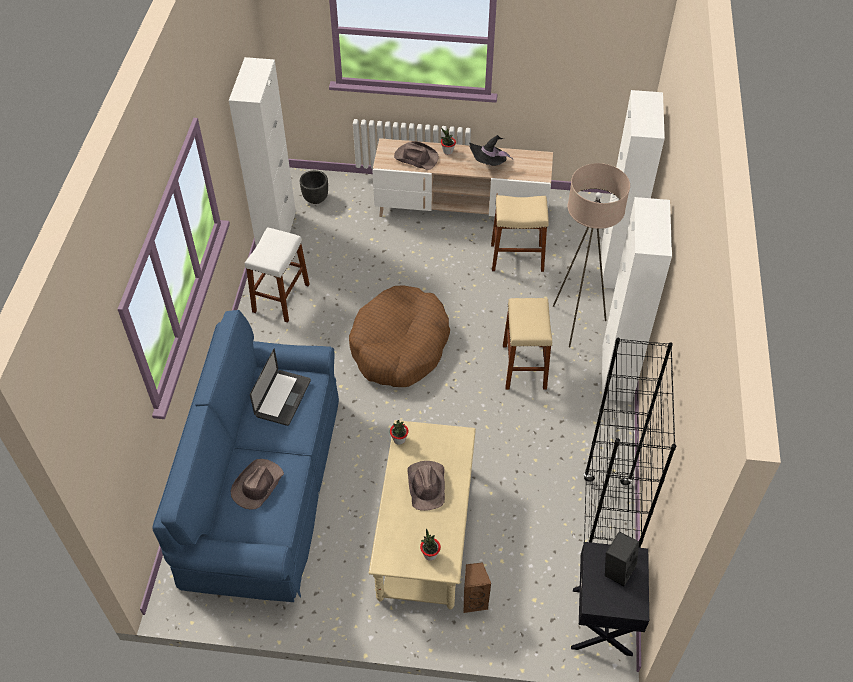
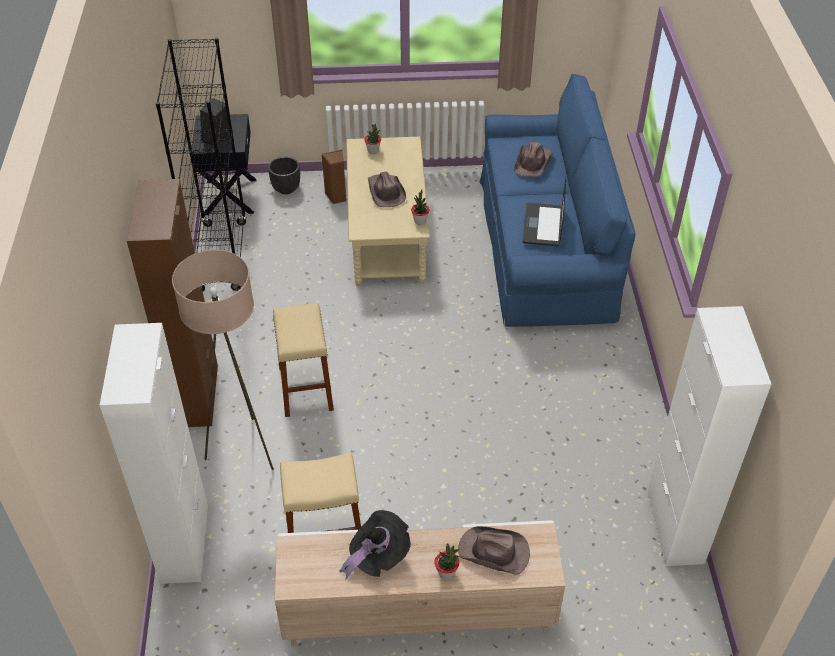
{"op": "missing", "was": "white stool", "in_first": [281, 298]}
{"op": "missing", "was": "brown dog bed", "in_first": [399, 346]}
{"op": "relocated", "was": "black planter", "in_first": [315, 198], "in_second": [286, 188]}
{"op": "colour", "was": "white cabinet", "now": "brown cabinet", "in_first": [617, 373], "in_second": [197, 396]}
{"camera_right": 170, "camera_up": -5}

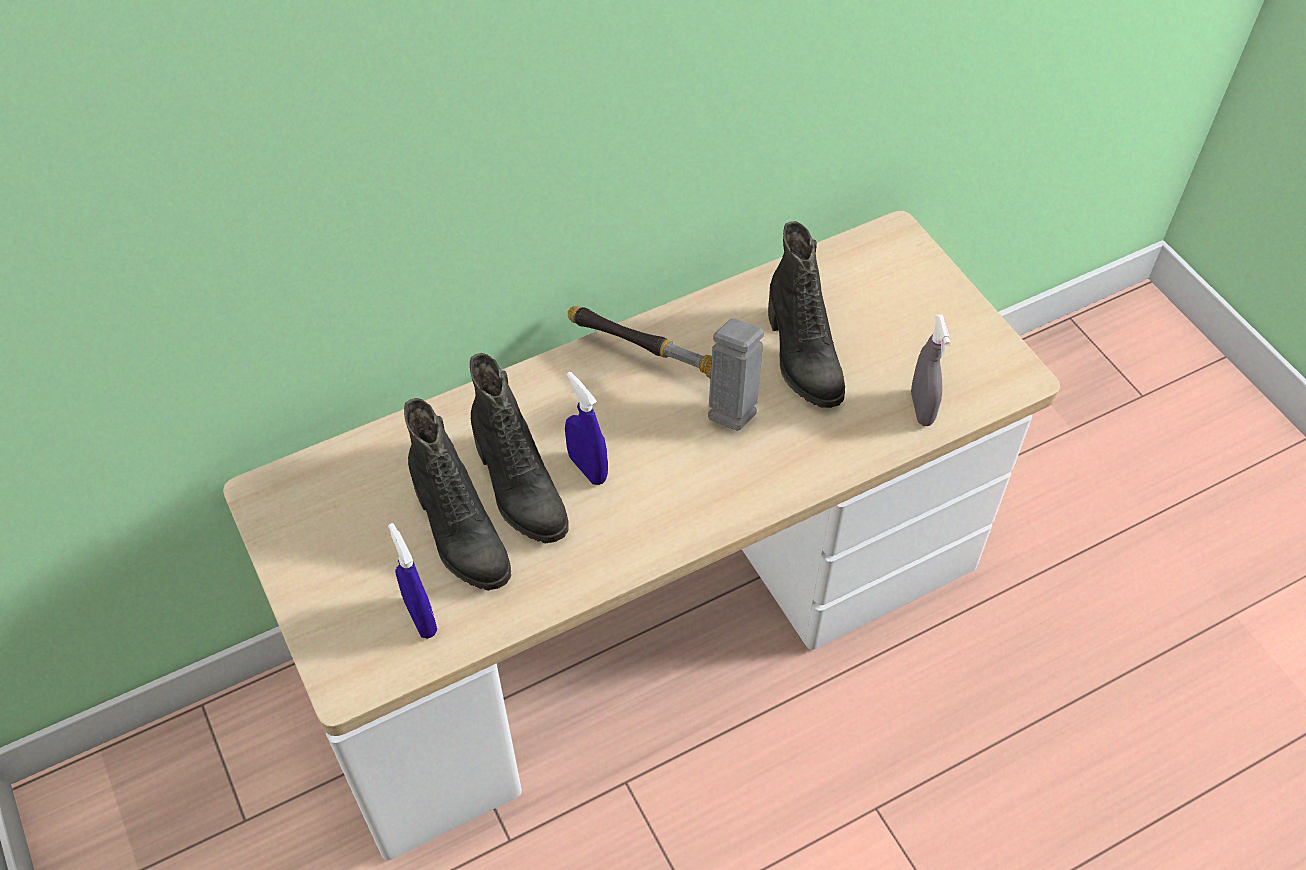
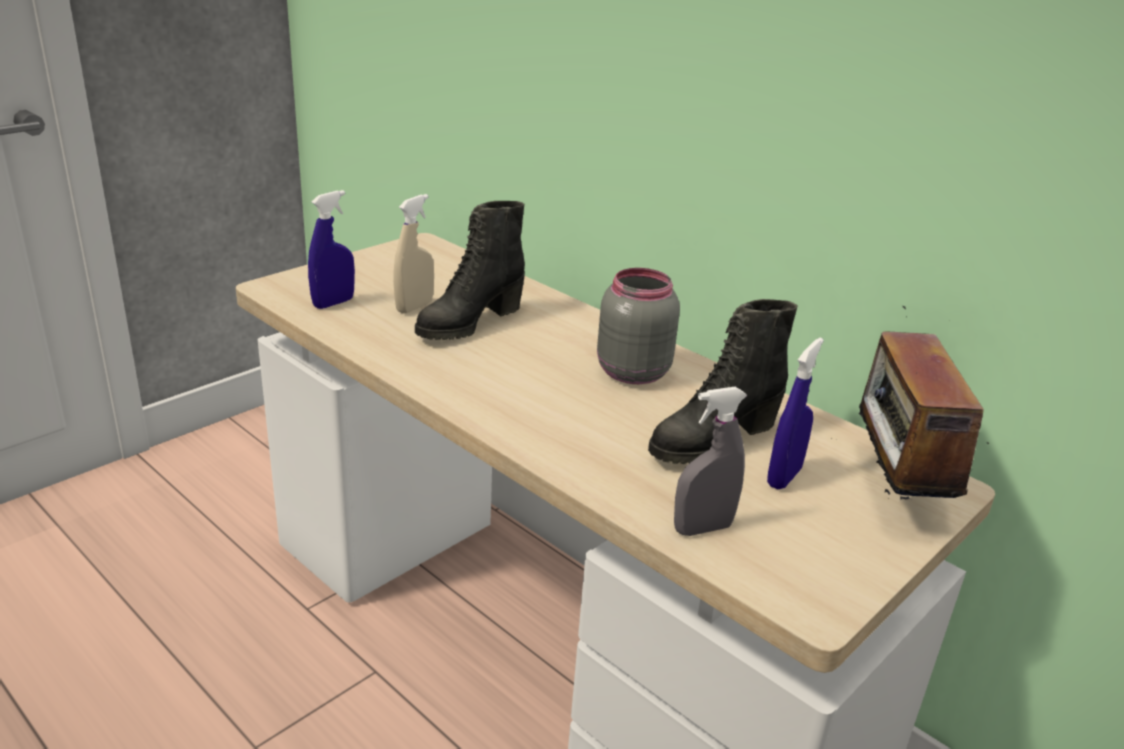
{"op": "appeared", "now": "radio", "in_second": [893, 491]}
{"op": "relocated", "was": "blue spray bottle", "in_first": [587, 468], "in_second": [784, 477]}
{"op": "exchanged", "was": "black boot", "now": "beige spray bottle", "in_first": [459, 535], "in_second": [414, 307]}
{"op": "exchanged", "was": "hammer", "now": "grey jar", "in_first": [667, 378], "in_second": [630, 372]}
{"camera_right": 70, "camera_up": -25}

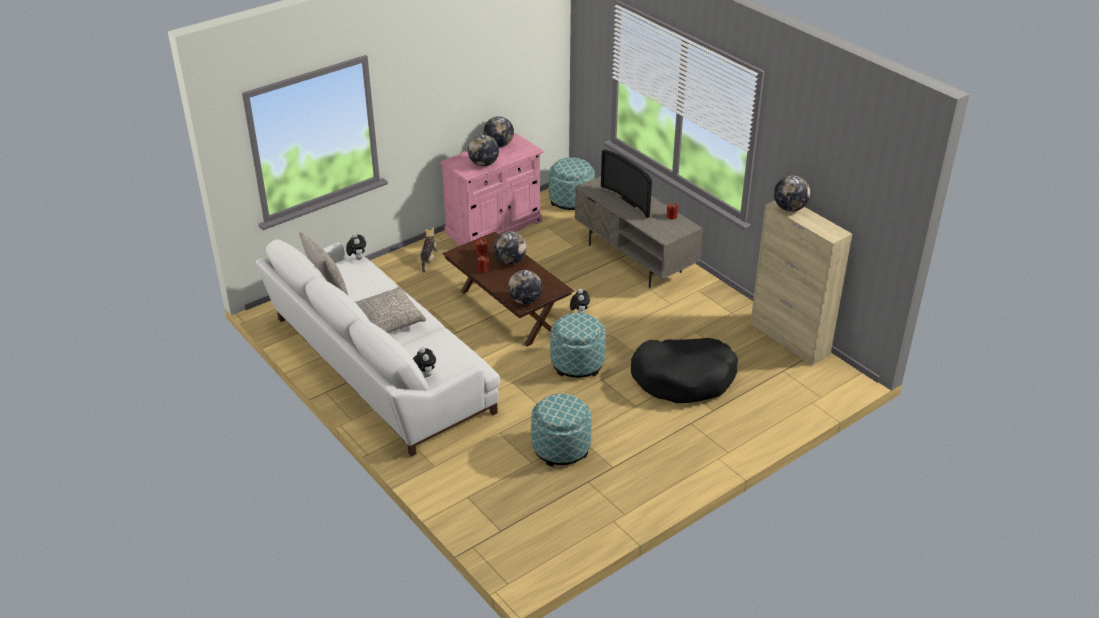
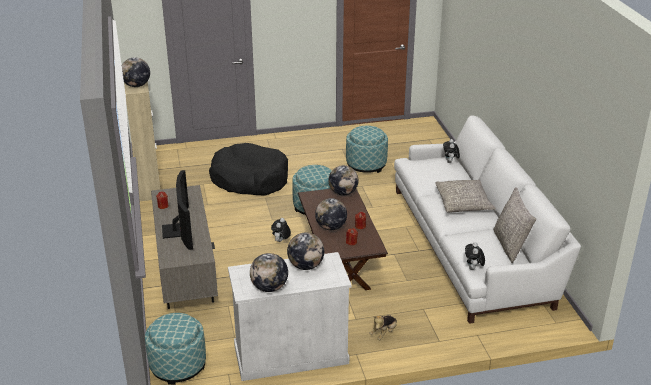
{"op": "colour", "was": "pink cabinet", "now": "white cabinet", "in_first": [494, 227], "in_second": [291, 354]}
{"camera_right": -155, "camera_up": -5}

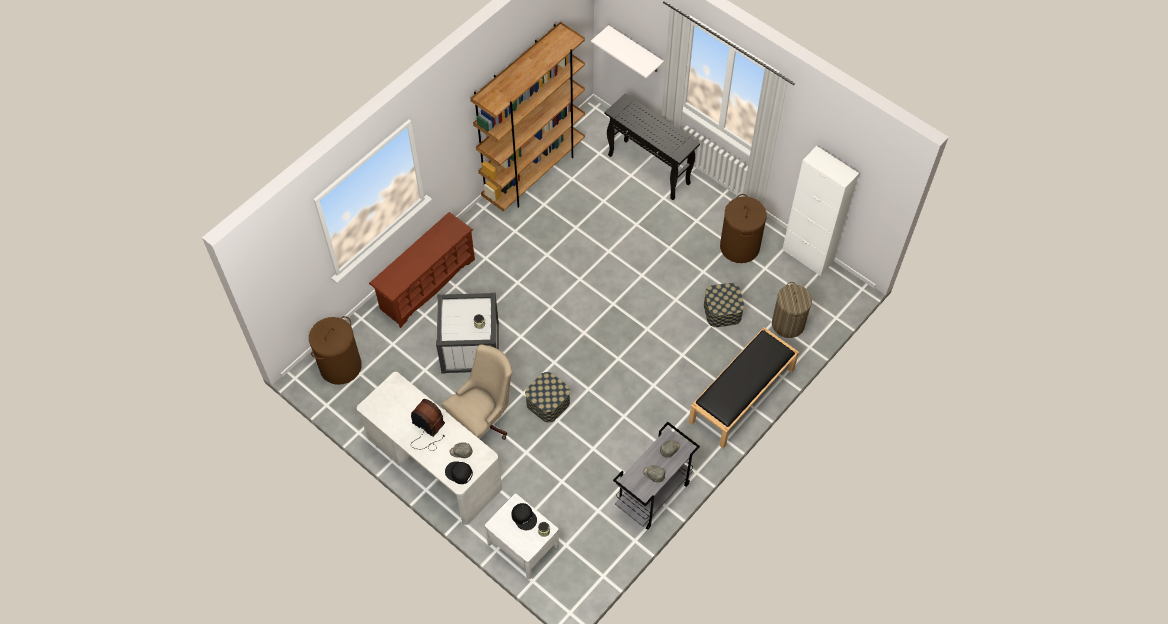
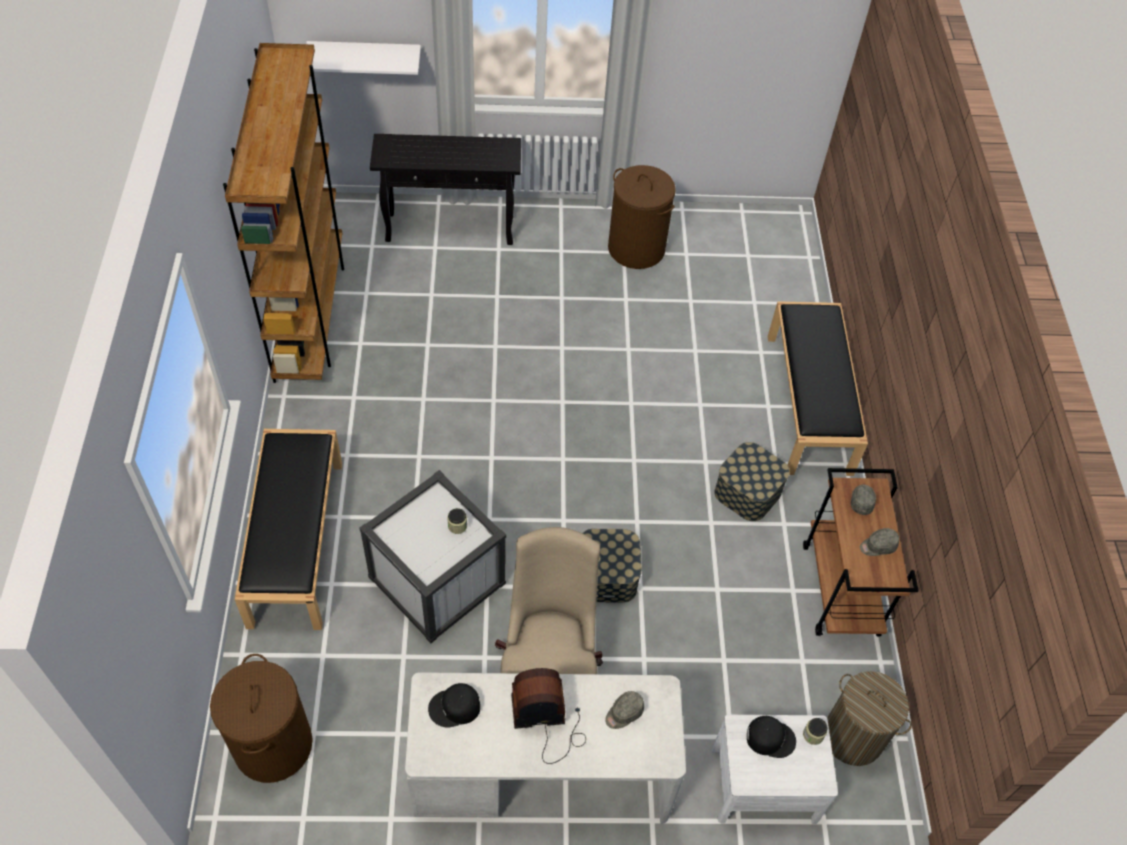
{"op": "missing", "was": "white cabinet", "in_first": [807, 256]}
{"op": "relocated", "was": "black cap", "in_first": [458, 473], "in_second": [455, 708]}
{"op": "relocated", "was": "storage box", "in_first": [722, 311], "in_second": [748, 492]}
{"op": "relocated", "was": "laundry basket", "in_first": [788, 324], "in_second": [853, 736]}
{"op": "exchanged", "was": "brown shoe rack", "now": "black bench", "in_first": [426, 283], "in_second": [295, 541]}
{"op": "colour", "was": "grey cart", "now": "brown cart", "in_first": [653, 495], "in_second": [841, 590]}
{"camera_right": -45, "camera_up": -5}

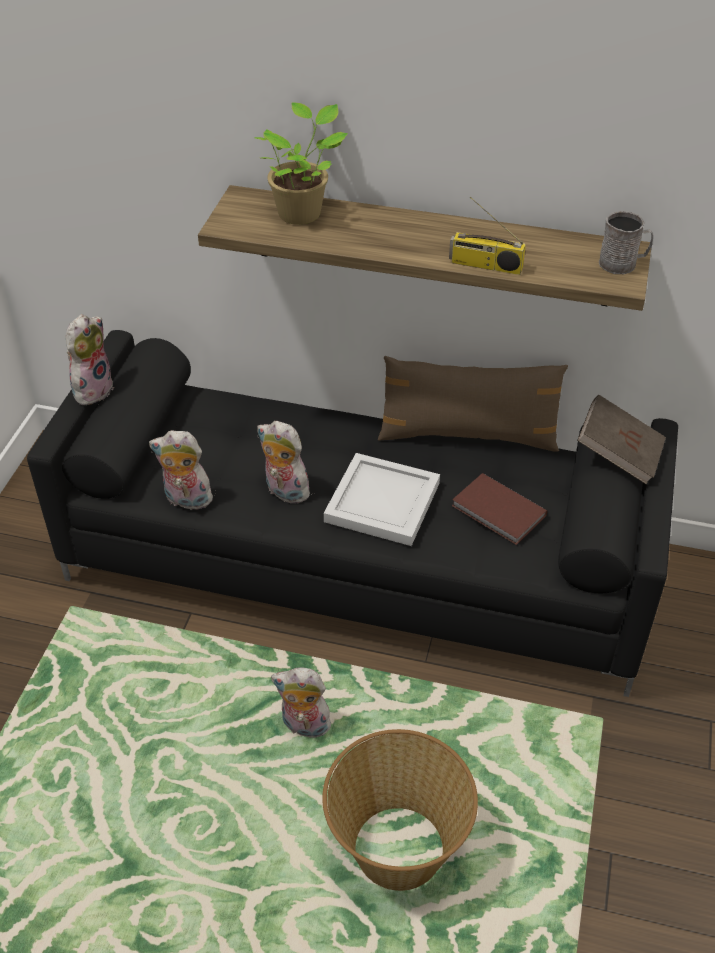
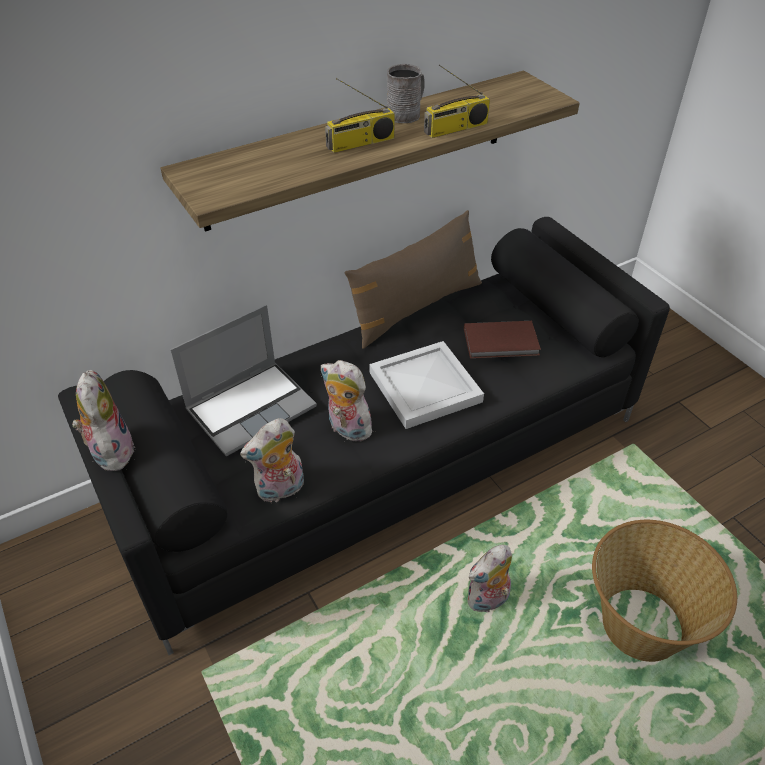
{"op": "missing", "was": "potted plant", "in_first": [302, 212]}
{"op": "missing", "was": "brown book", "in_first": [618, 454]}
{"op": "appeared", "now": "laptop", "in_second": [251, 407]}
{"op": "appeared", "now": "radio", "in_second": [360, 143]}
{"op": "relocated", "was": "grey mug", "in_first": [623, 264], "in_second": [407, 114]}
{"op": "spun", "was": "plush toy", "in_first": [284, 491], "in_second": [346, 429], "clockwise": 45}
{"camera_right": -45, "camera_up": 0}

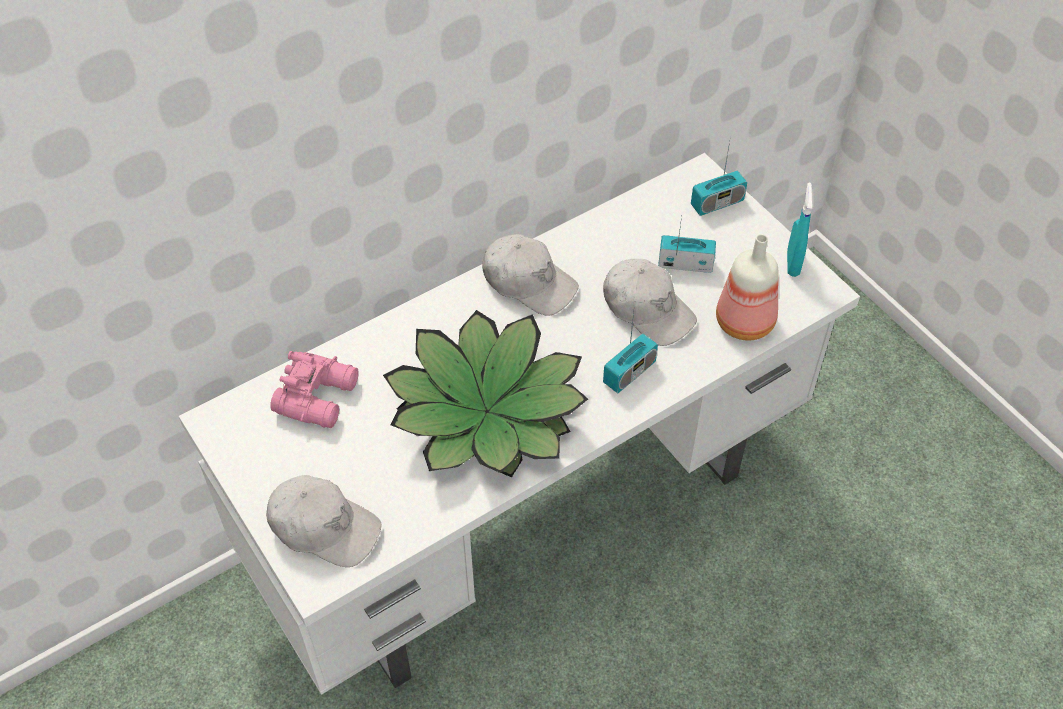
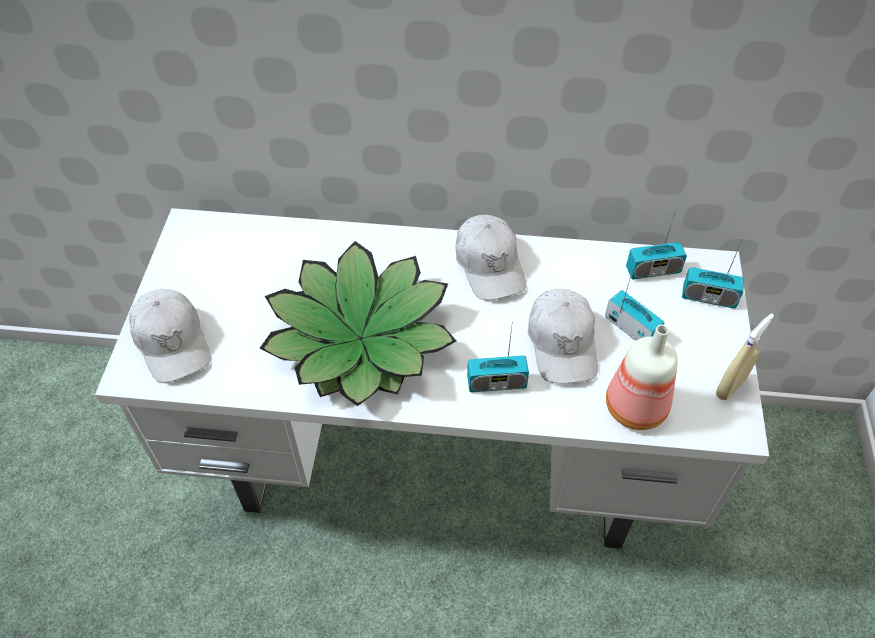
{"op": "missing", "was": "pink binoculars", "in_first": [319, 396]}
{"op": "appeared", "now": "radio", "in_second": [653, 270]}
{"op": "colour", "was": "turquoise spray bottle", "now": "beige spray bottle", "in_first": [793, 264], "in_second": [730, 387]}
{"camera_right": 40, "camera_up": 0}

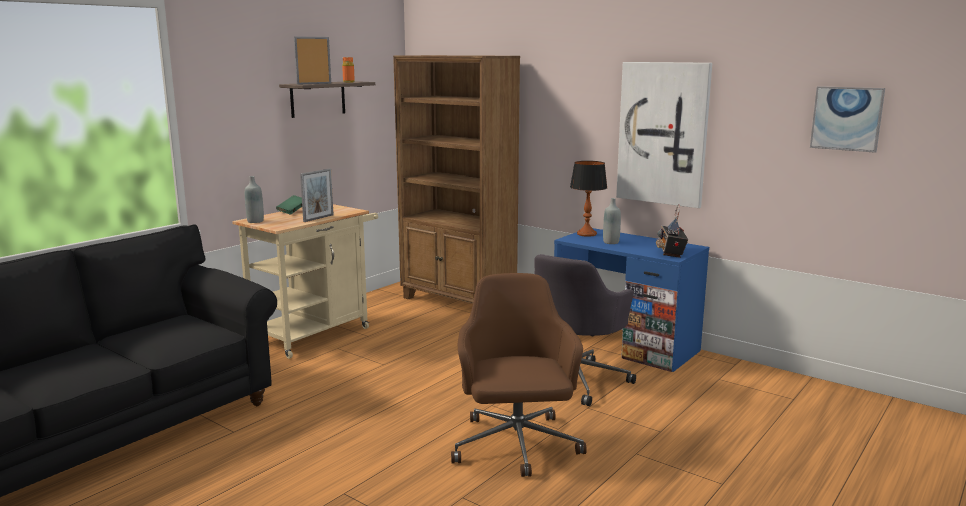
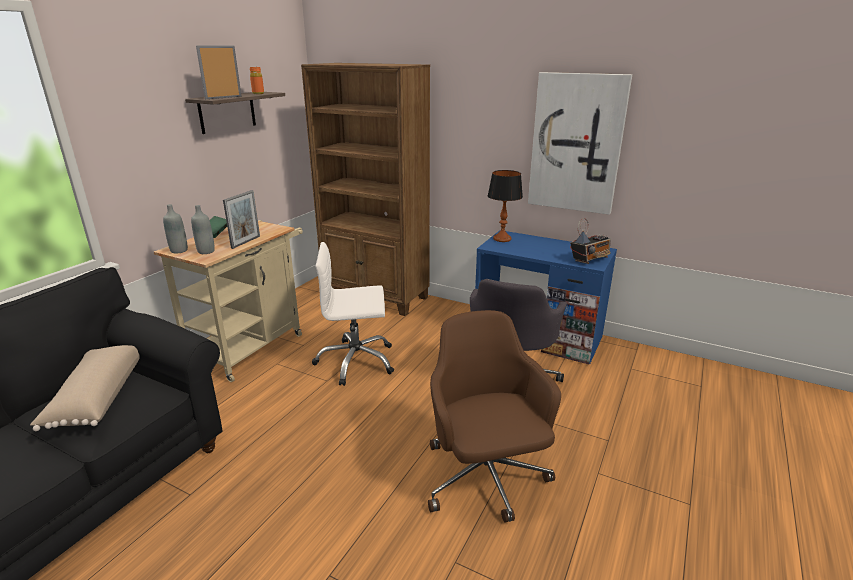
{"op": "missing", "was": "picture", "in_first": [846, 118]}
{"op": "appeared", "now": "beige pillow", "in_second": [97, 397]}
{"op": "appeared", "now": "white office chair", "in_second": [356, 361]}
{"op": "relocated", "was": "grey bottle", "in_first": [611, 242], "in_second": [206, 251]}
{"op": "spun", "was": "radio", "in_first": [671, 253], "in_second": [589, 259], "clockwise": -120}
{"camera_right": -10, "camera_up": 10}

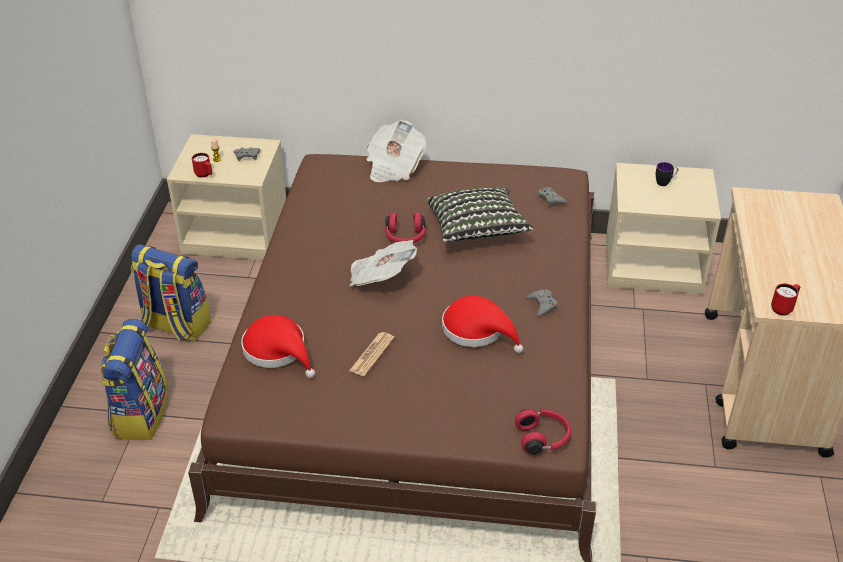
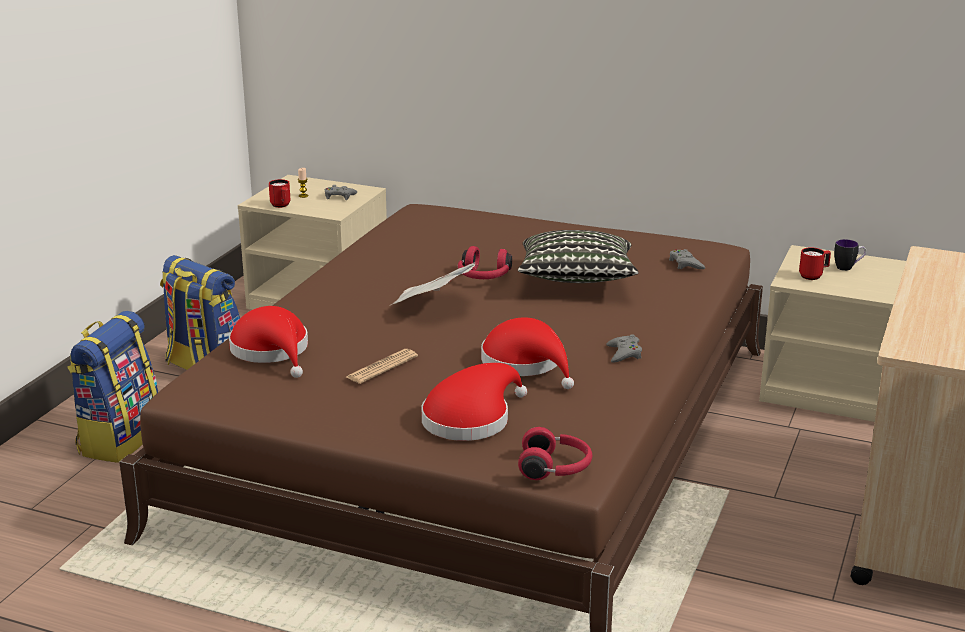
{"op": "missing", "was": "newspaper", "in_first": [394, 167]}
{"op": "appeared", "now": "red hat", "in_second": [470, 419]}
{"op": "relocated", "was": "red mug", "in_first": [783, 308], "in_second": [813, 276]}
{"camera_right": 15, "camera_up": -15}

